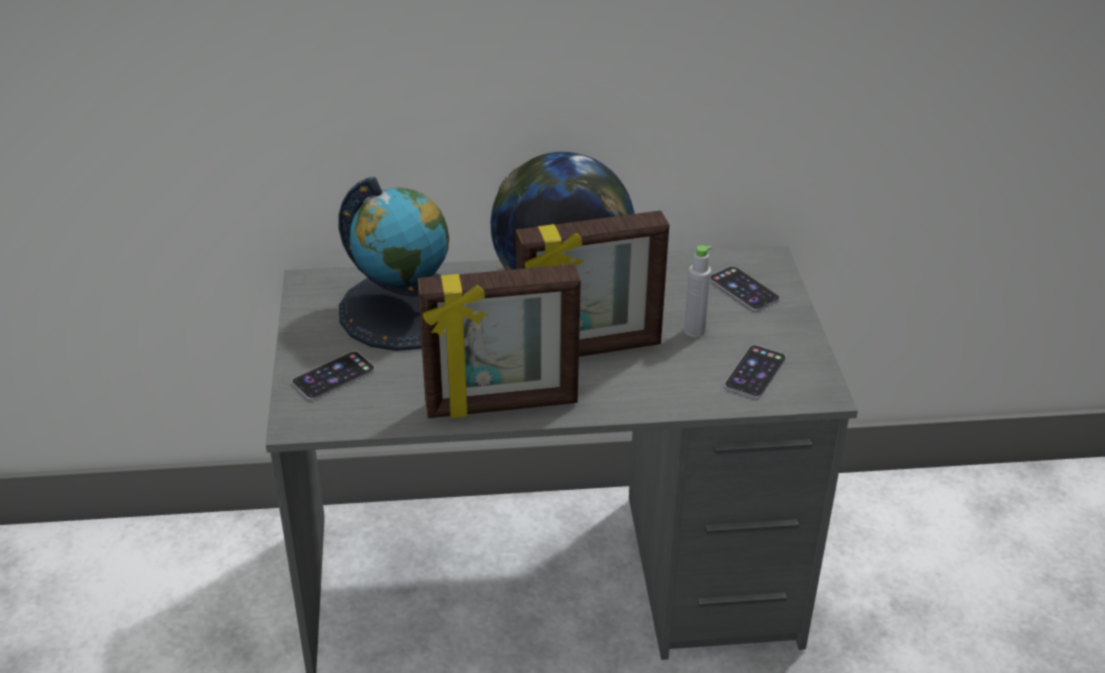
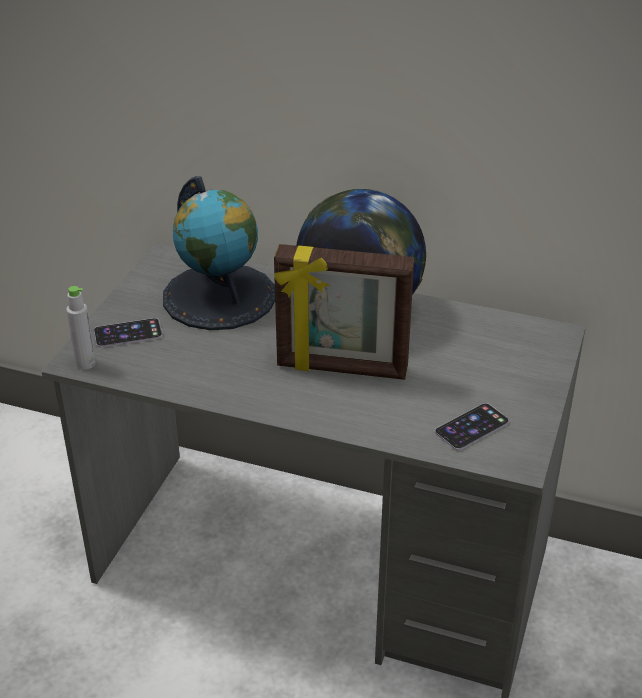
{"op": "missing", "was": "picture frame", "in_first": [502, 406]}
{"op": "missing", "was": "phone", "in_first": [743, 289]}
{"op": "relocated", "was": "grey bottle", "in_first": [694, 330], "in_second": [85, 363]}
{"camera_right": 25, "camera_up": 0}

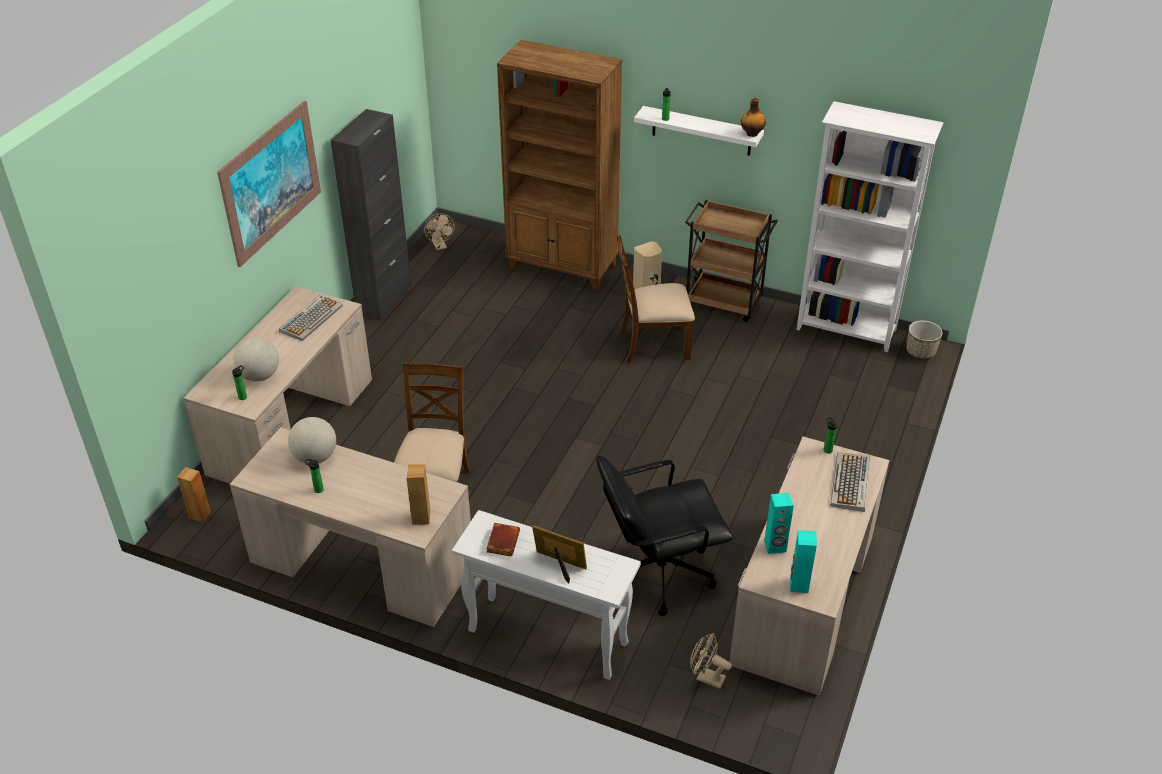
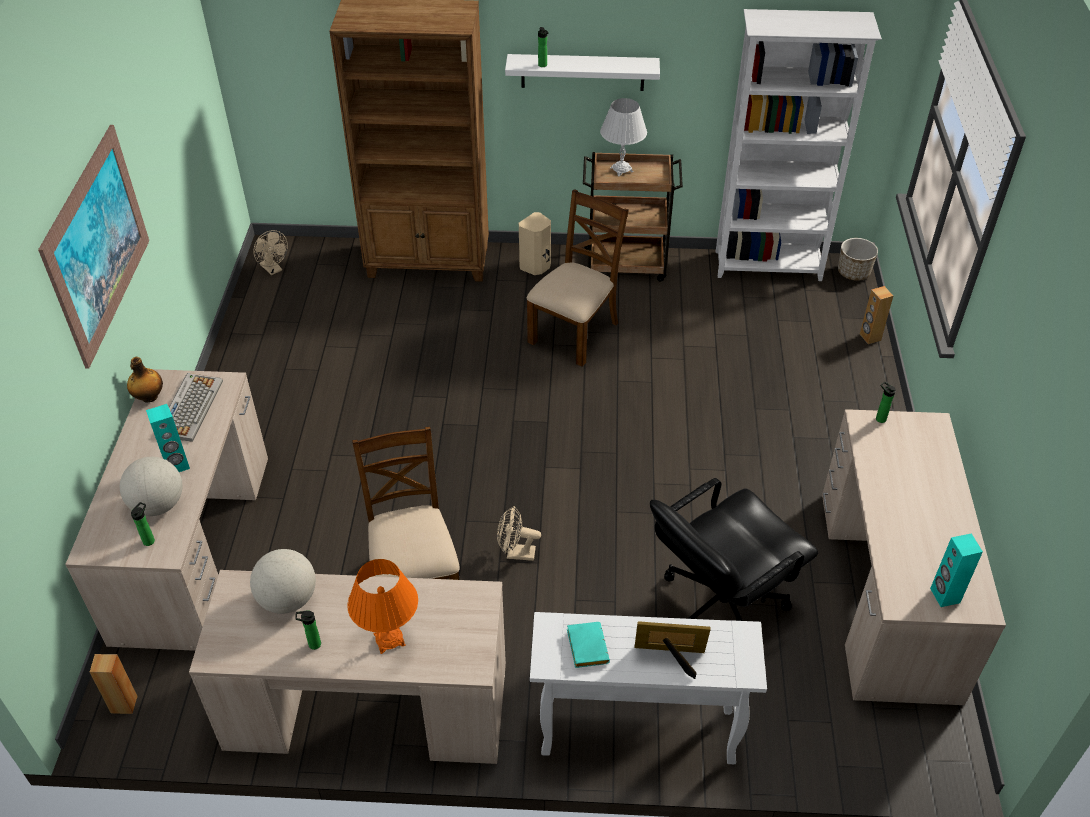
{"op": "missing", "was": "black cabinet", "in_first": [384, 299]}
{"op": "missing", "was": "keyboard", "in_first": [851, 483]}
{"op": "appeared", "now": "orange table lamp", "in_second": [389, 639]}
{"op": "appeared", "now": "white table lamp", "in_second": [621, 170]}
{"op": "relocated", "was": "brown speaker", "in_first": [421, 517], "in_second": [869, 337]}
{"op": "relocated", "was": "beige fan", "in_first": [706, 677], "in_second": [516, 553]}
{"op": "relocated", "was": "bottle", "in_first": [751, 134], "in_second": [149, 397]}
{"op": "relocated", "was": "turquoise speaker", "in_first": [775, 546], "in_second": [177, 465]}
{"op": "colour", "was": "brown book", "now": "turquoise book", "in_first": [502, 541], "in_second": [585, 646]}
{"op": "spun", "was": "brown chair", "in_first": [652, 344], "in_second": [575, 332], "clockwise": 150}
{"camera_right": -20, "camera_up": 5}

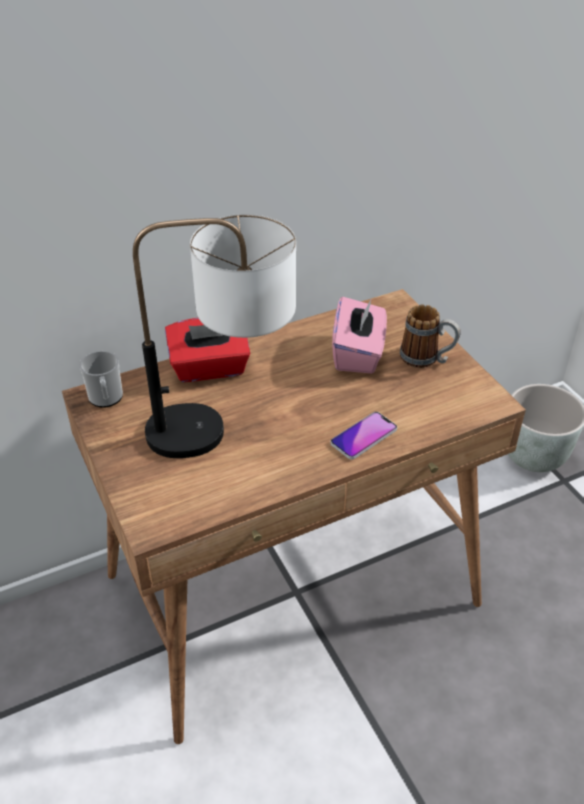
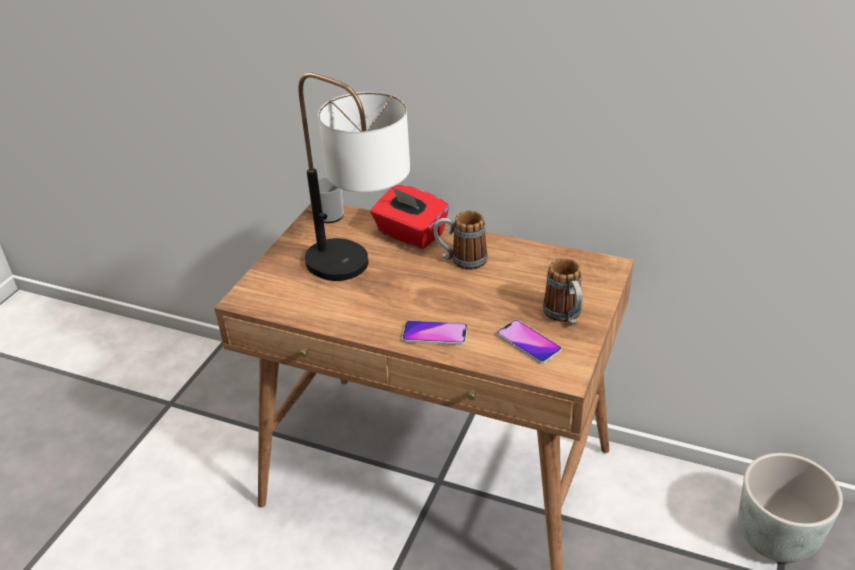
{"op": "missing", "was": "pink tissue box", "in_first": [358, 353]}
{"op": "appeared", "now": "mug", "in_second": [461, 260]}
{"op": "appeared", "now": "phone", "in_second": [528, 342]}
{"camera_right": 50, "camera_up": -5}

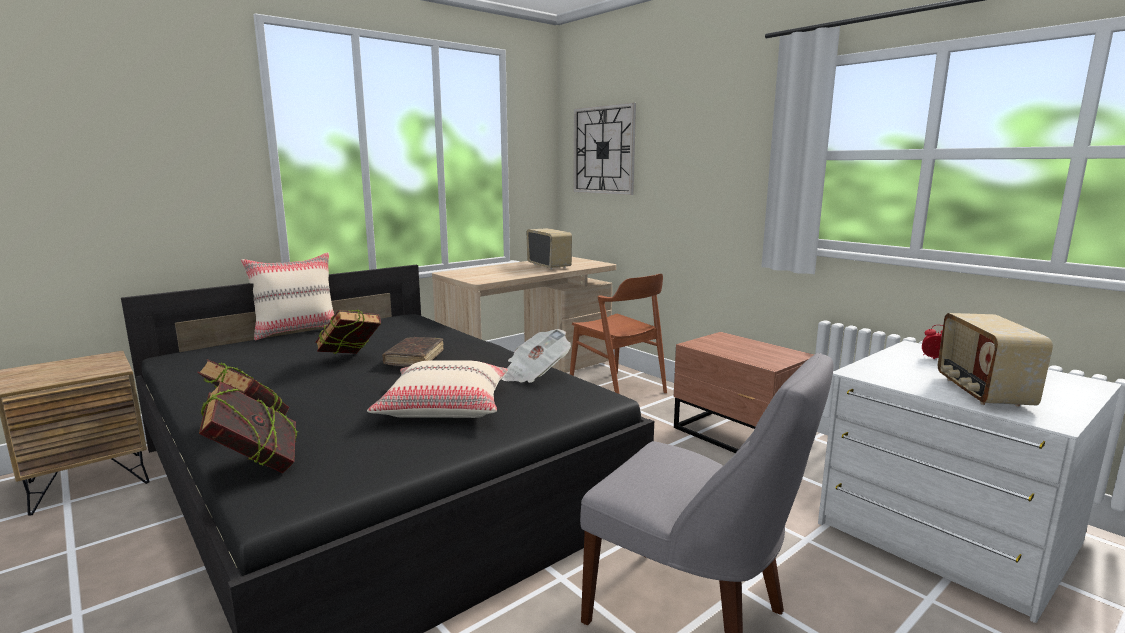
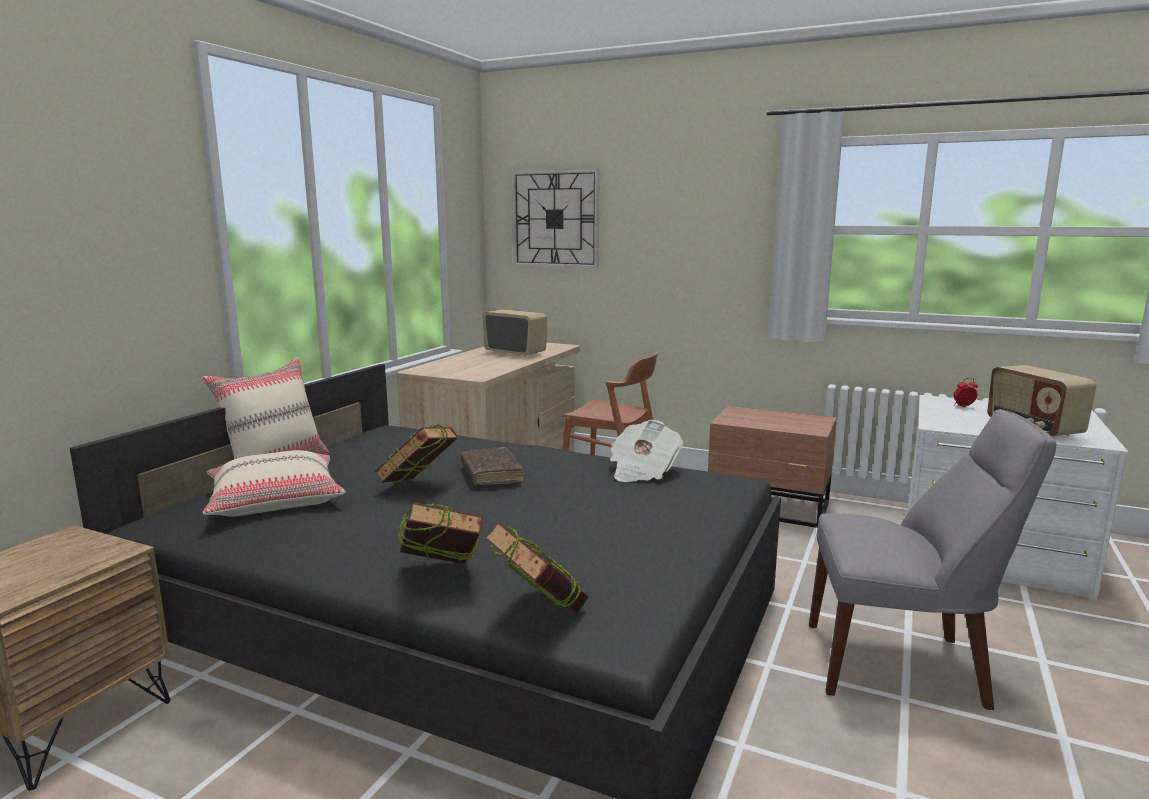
{"op": "relocated", "was": "beige pillow", "in_first": [444, 406], "in_second": [274, 500]}
{"camera_right": -25, "camera_up": 0}

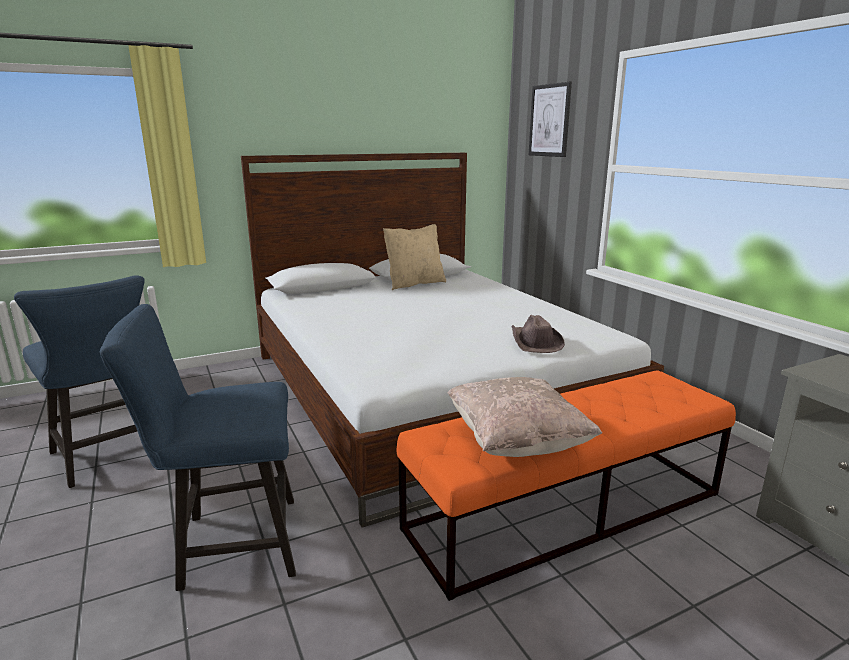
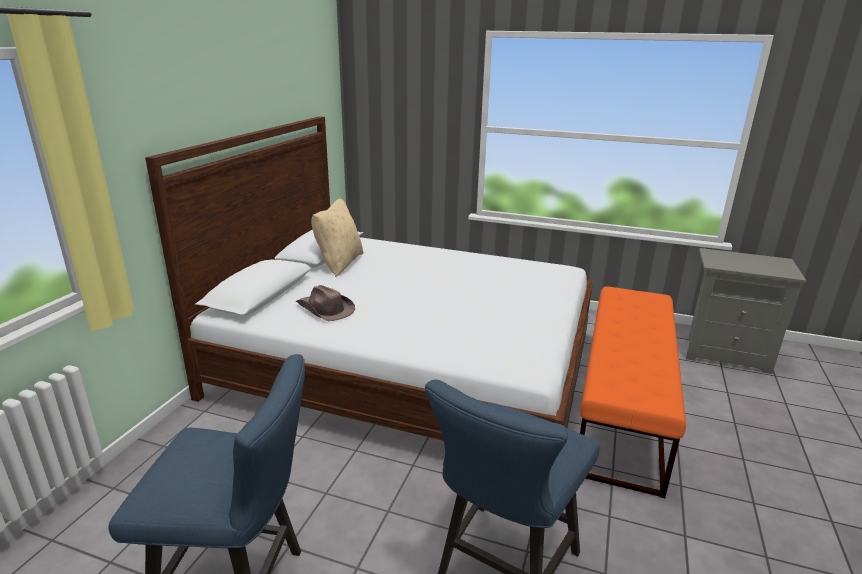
{"op": "missing", "was": "beige pillow", "in_first": [516, 442]}
{"op": "missing", "was": "picture", "in_first": [549, 120]}
{"op": "relocated", "was": "brown hat", "in_first": [535, 342], "in_second": [325, 309]}
{"camera_right": -45, "camera_up": 5}

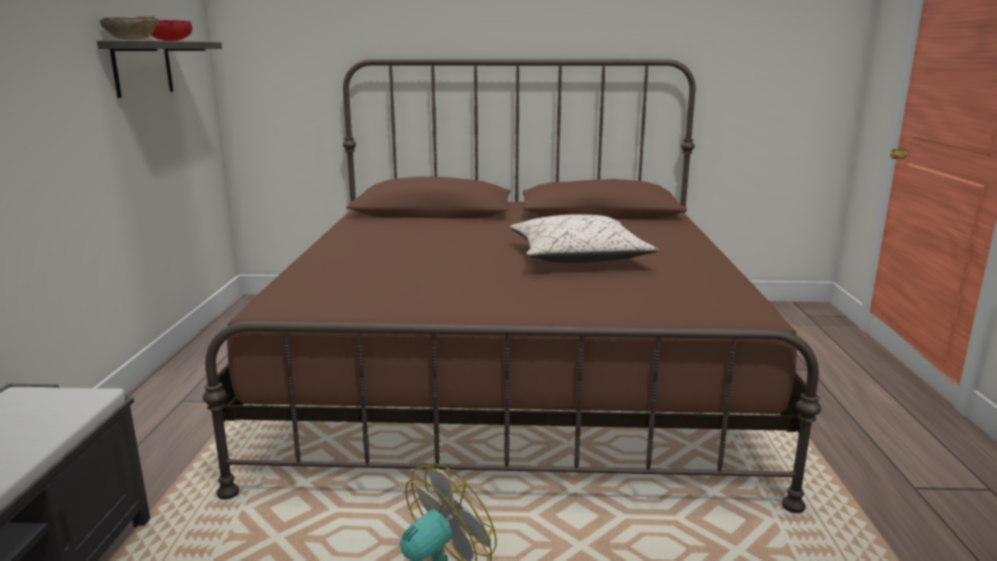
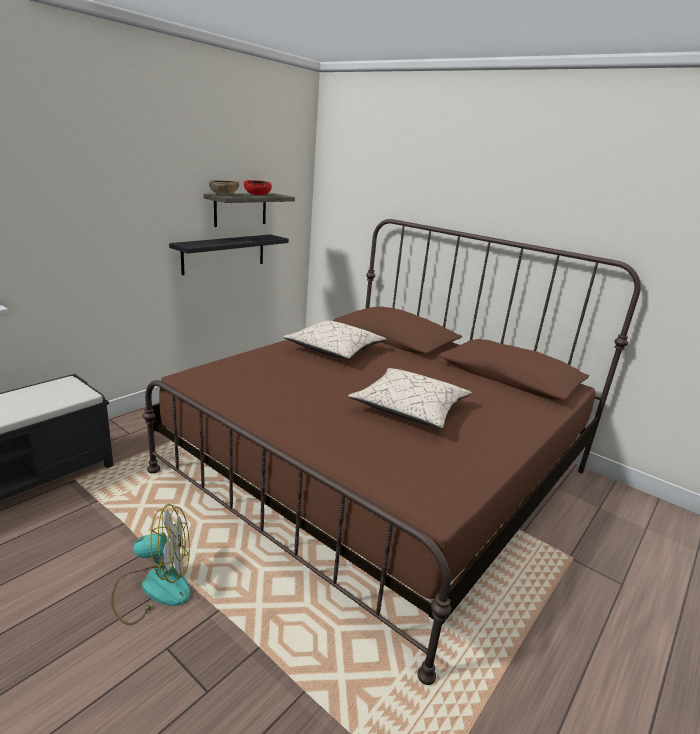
{"op": "appeared", "now": "black shelf", "in_second": [224, 253]}
{"op": "appeared", "now": "beige pillow", "in_second": [334, 350]}
{"camera_right": 35, "camera_up": 5}

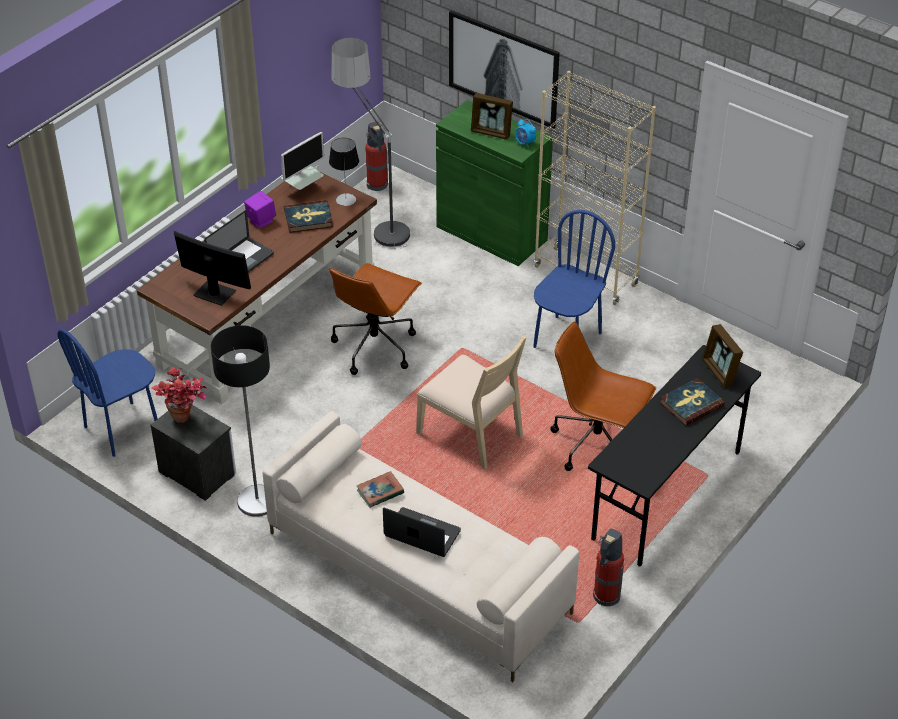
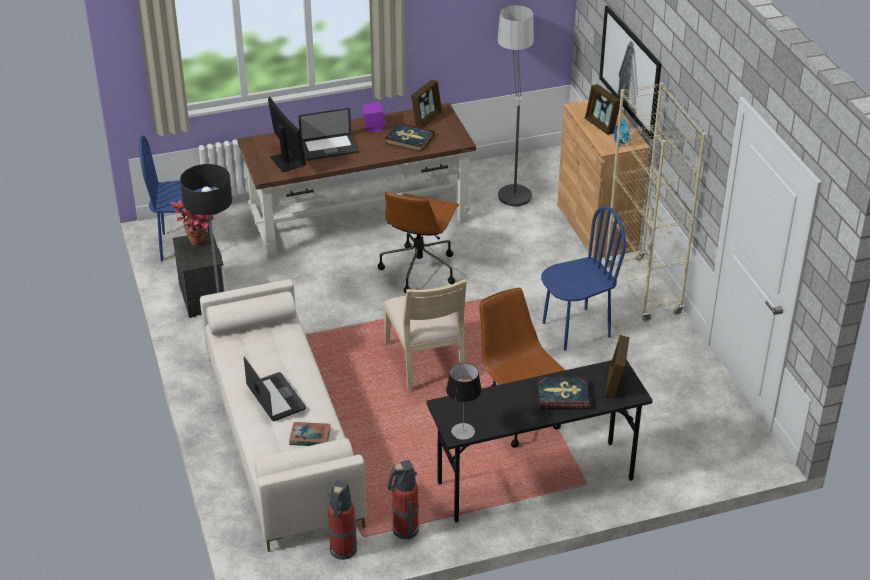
{"op": "relocated", "was": "table lamp", "in_first": [346, 199], "in_second": [463, 431]}
{"op": "relocated", "was": "book", "in_first": [380, 492], "in_second": [310, 437]}
{"op": "relocated", "was": "fire extinguisher", "in_first": [377, 185], "in_second": [342, 550]}
{"op": "exchanged", "was": "monitor", "now": "picture frame", "in_first": [303, 191], "in_second": [427, 119]}
{"op": "colour", "was": "green cabinet", "now": "brown cabinet", "in_first": [491, 233], "in_second": [597, 227]}
{"op": "spun", "was": "brown office chair", "in_first": [375, 346], "in_second": [419, 269], "clockwise": -45}
{"camera_right": 35, "camera_up": -5}

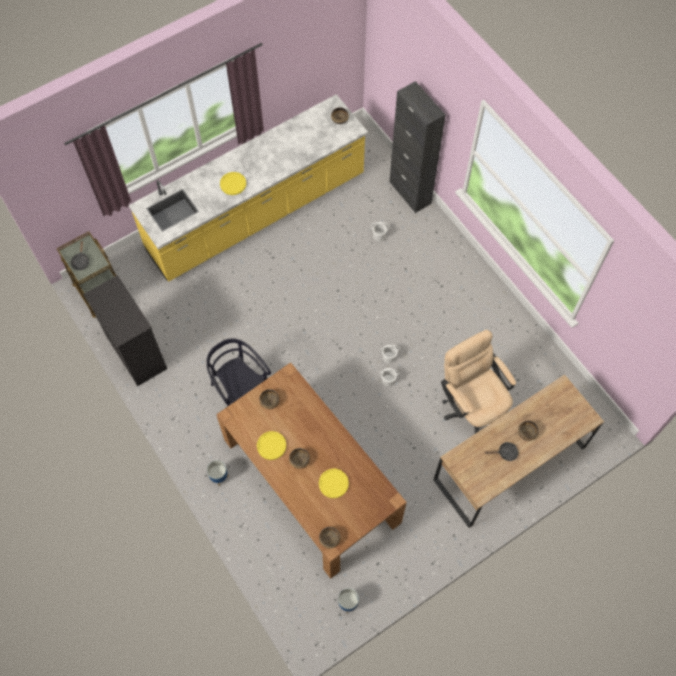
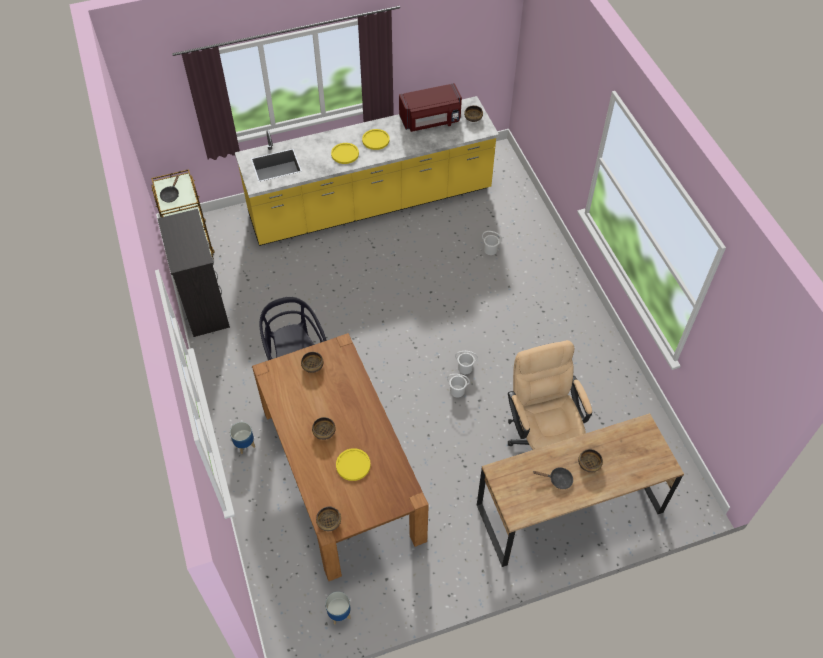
{"op": "missing", "was": "black cabinet", "in_first": [410, 192]}
{"op": "appeared", "now": "red microwave", "in_second": [431, 121]}
{"op": "relocated", "was": "yellow plate", "in_first": [271, 445], "in_second": [375, 140]}
{"camera_right": 15, "camera_up": -10}

